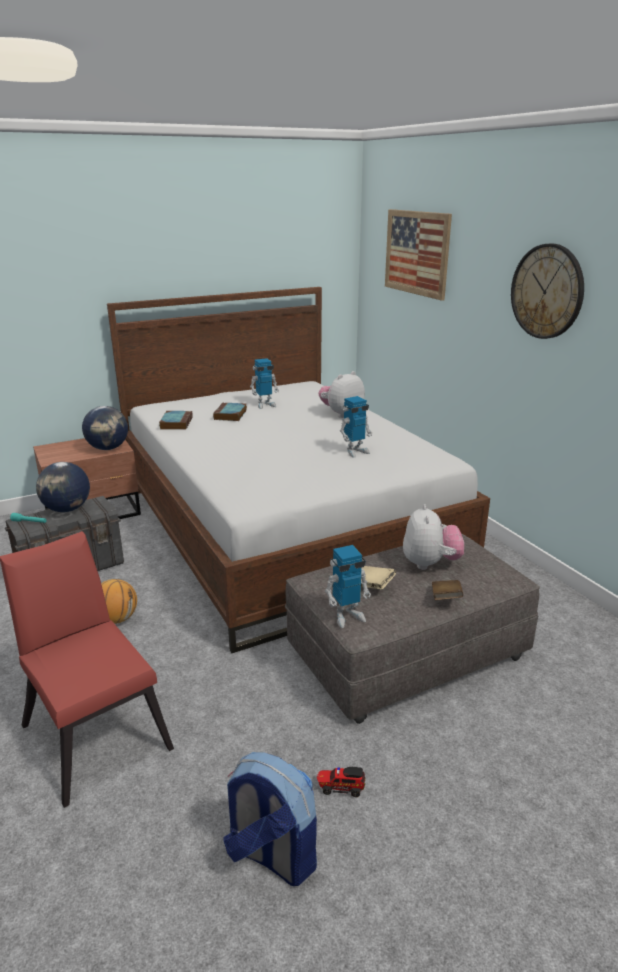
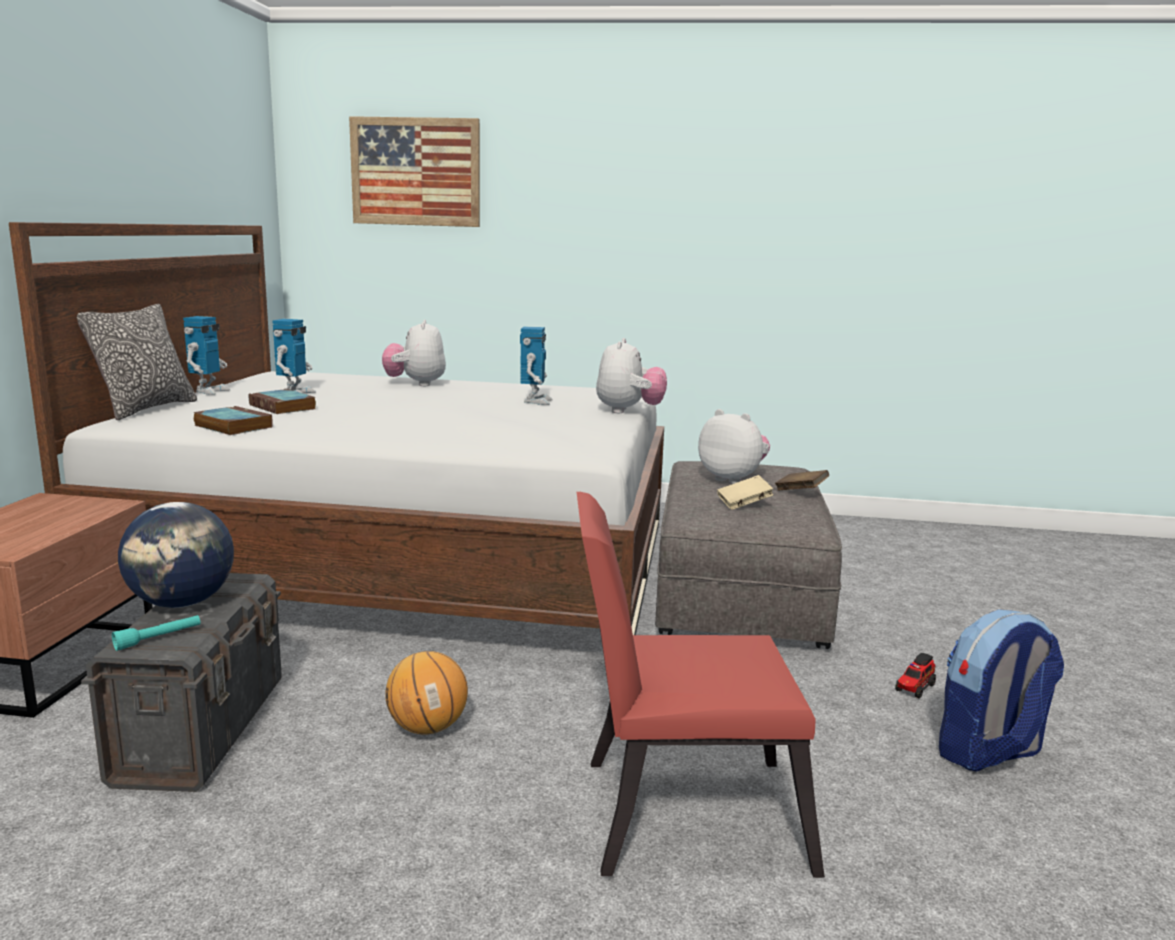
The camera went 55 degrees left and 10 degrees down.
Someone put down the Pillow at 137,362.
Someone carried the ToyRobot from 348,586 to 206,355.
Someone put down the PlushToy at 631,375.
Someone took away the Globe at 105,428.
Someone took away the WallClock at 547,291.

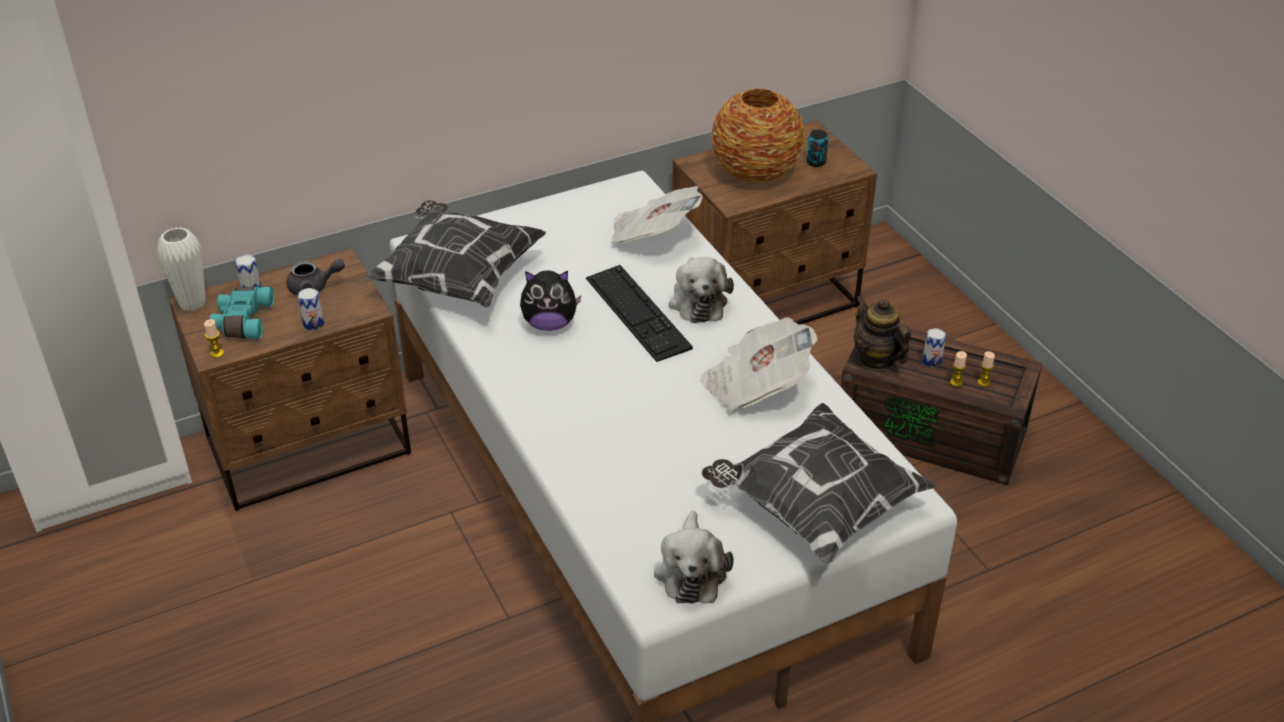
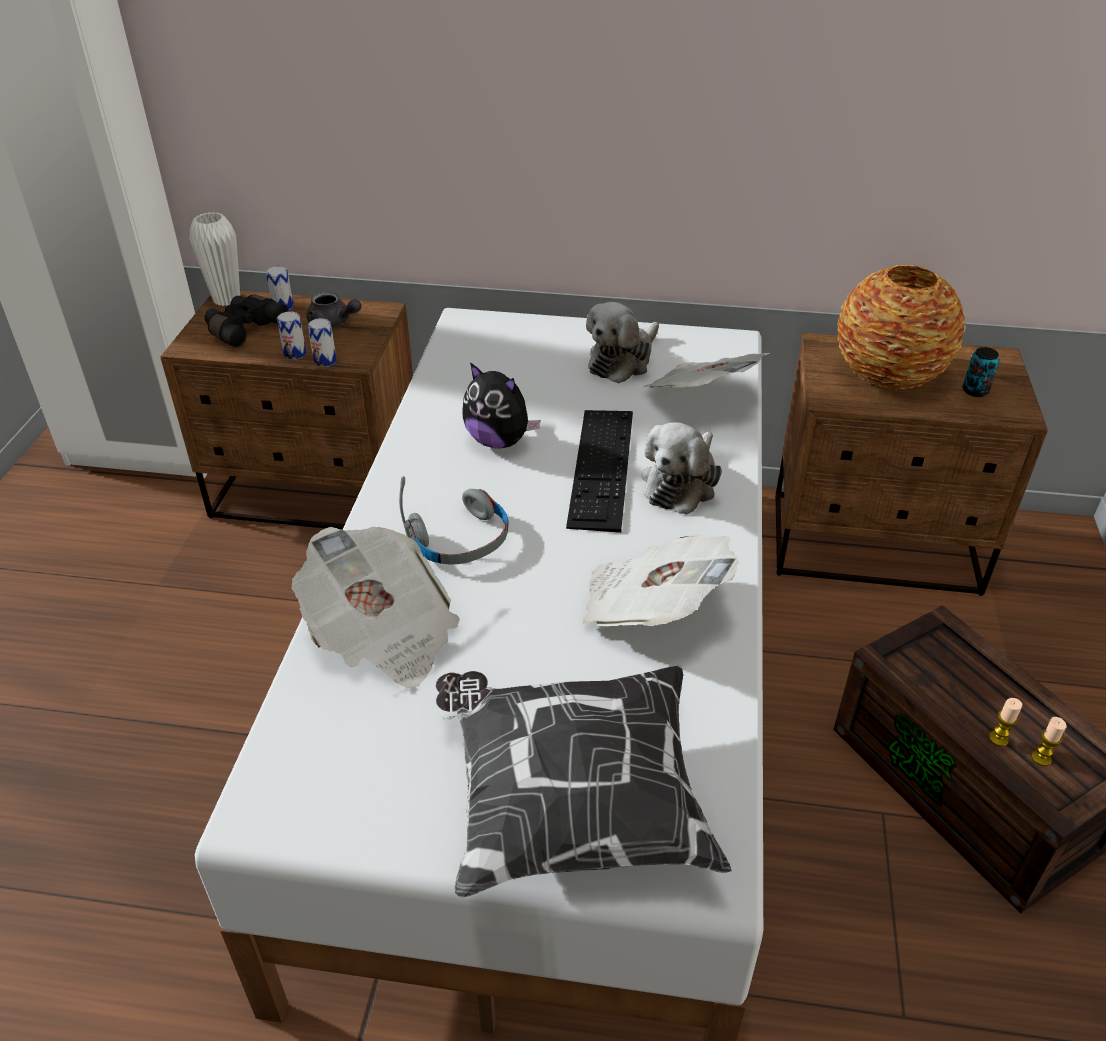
The camera went 35 degrees right and 0 degrees up.
Someone repainted the TurquoiseBinoculars at 242,312, which became the BlackBinoculars at 246,321.
Someone put down the Newspaper at 376,607.
Someone carried the Can from 934,348 to 322,342.
Someone put down the GreyHeadphones at 454,520.
Someone carried the PlushToy from 694,557 to 622,343.
Someone took away the Candle at 214,338.
Someone took away the Pillow at 456,254.
Someone took away the Teapot at 882,332.

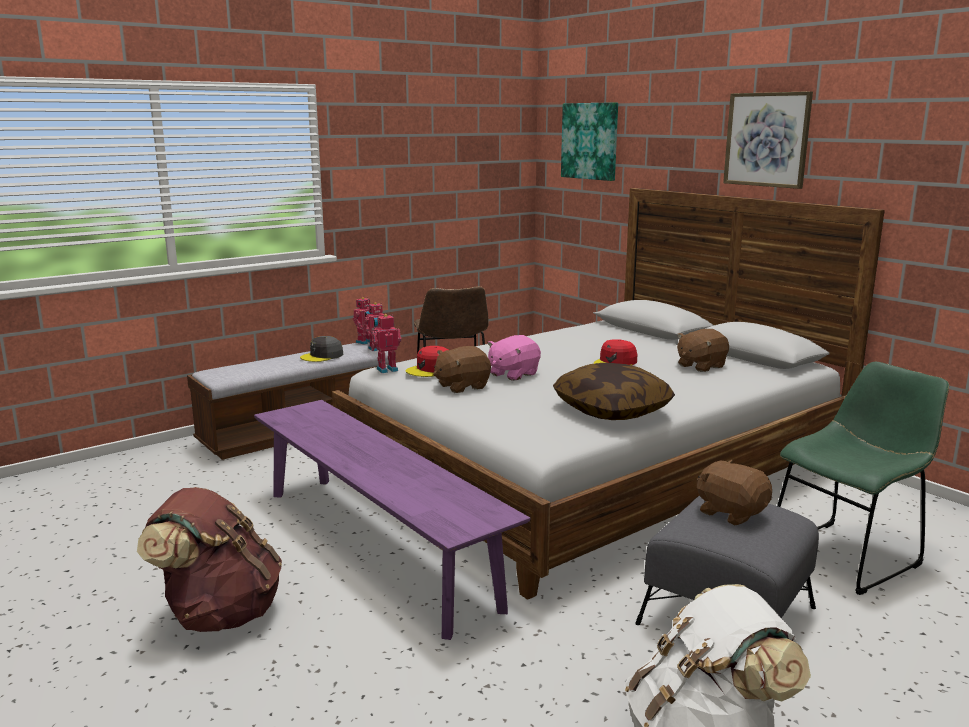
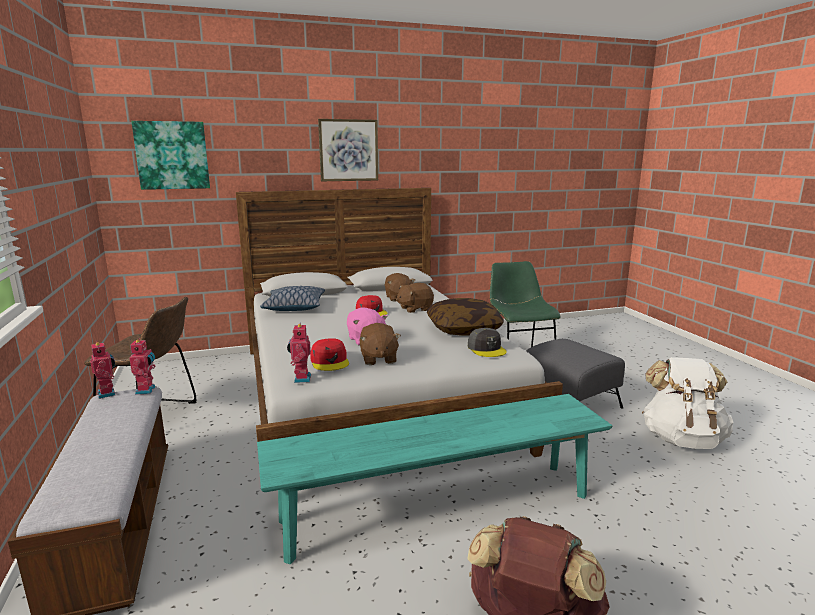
The camera went 70 degrees left and 0 degrees up.
Someone repainted the PurpleBench at 392,520, which became the TurquoiseBench at 434,479.
Someone put down the Pillow at 292,298.
Someone carried the BrownPlushToy from 734,492 to 415,298.
Someone carried the GreyCap from 321,349 to 487,342.

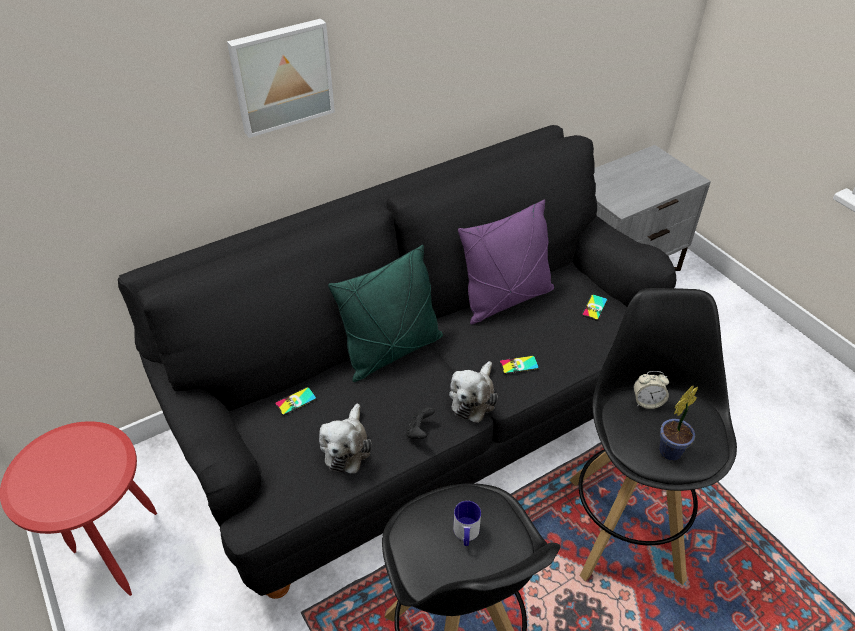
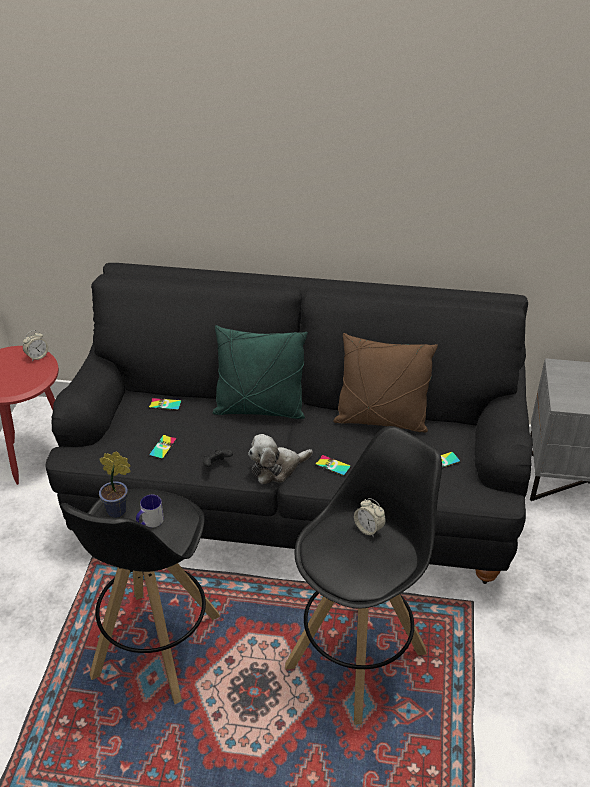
The camera went 40 degrees right and 5 degrees down.
Someone put down the AlarmClock at 35,346.
Someone carried the PottedPlant from 678,423 to 115,485.
Someone swapped the PlushToy at 345,438 for the Phone at 163,447.
Someone repainted the PurplePillow at 506,262, which became the BrownPillow at 385,382.
Someone took away the Picture at 281,78.

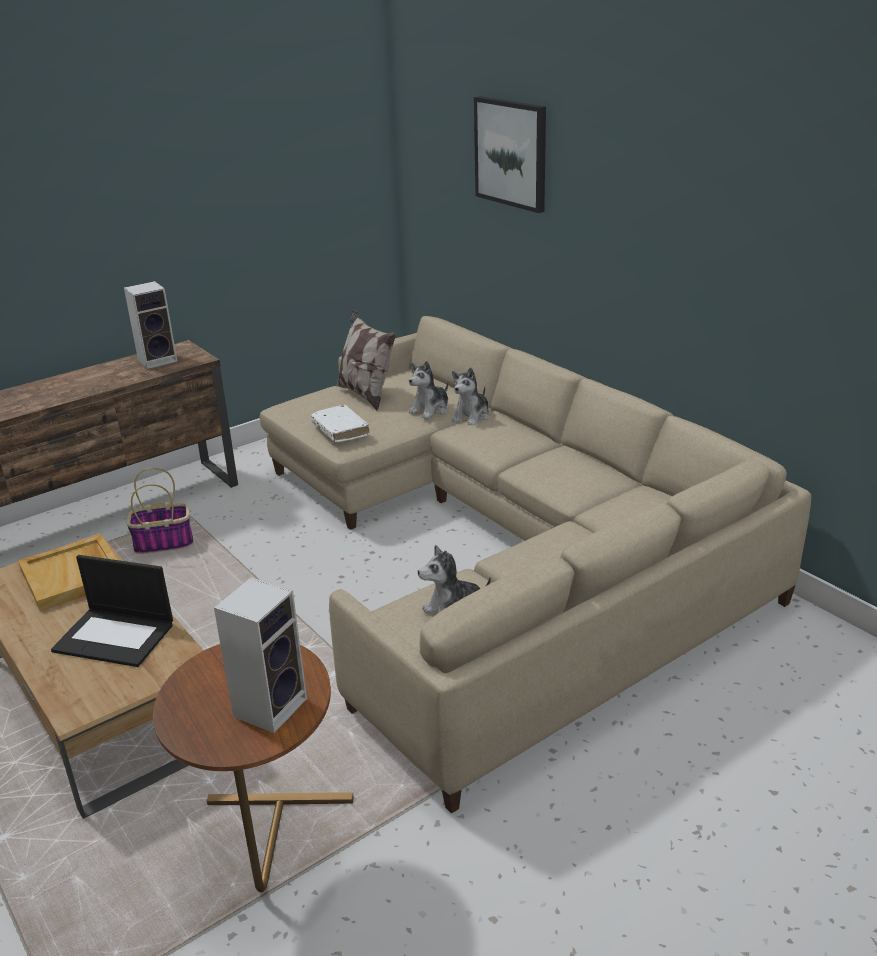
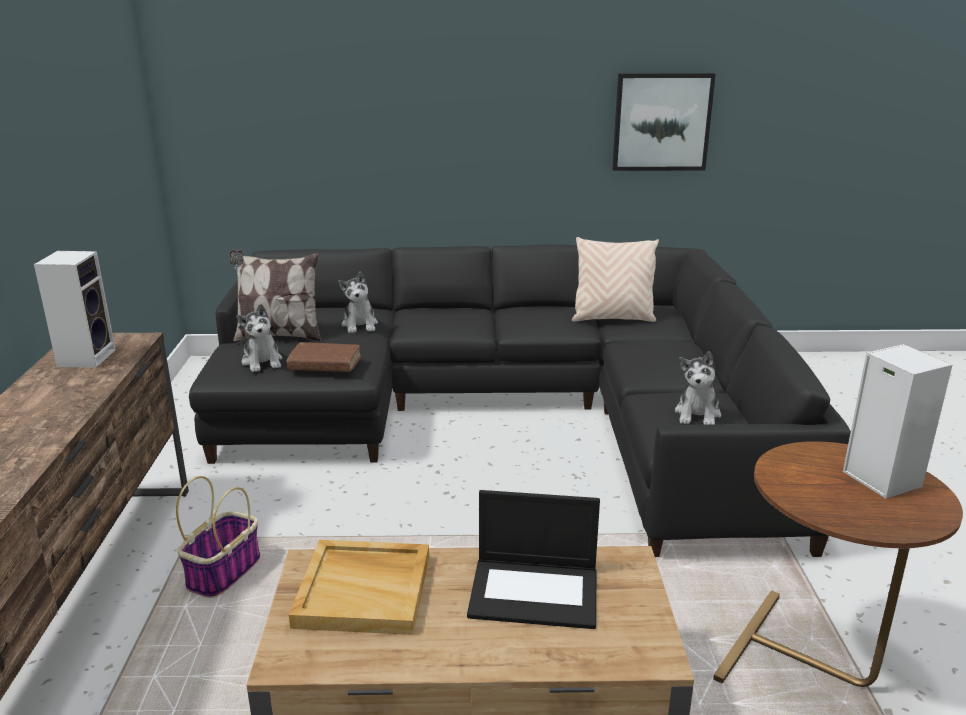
The camera went 55 degrees left and 5 degrees down.
Someone repainted the BeigeSofa at 535,565, which became the BlackSofa at 520,401.
Someone carried the PlushToy from 471,396 to 259,338.
Someone repainted the WhiteBook at 340,423, which became the BrownBook at 324,357.
Someone rotated the Laptop at 112,611 by 45 degrees clockwise.
Someone put down the BeigePillow at 615,279.
Someone carried the Picture from 510,154 to 664,122.

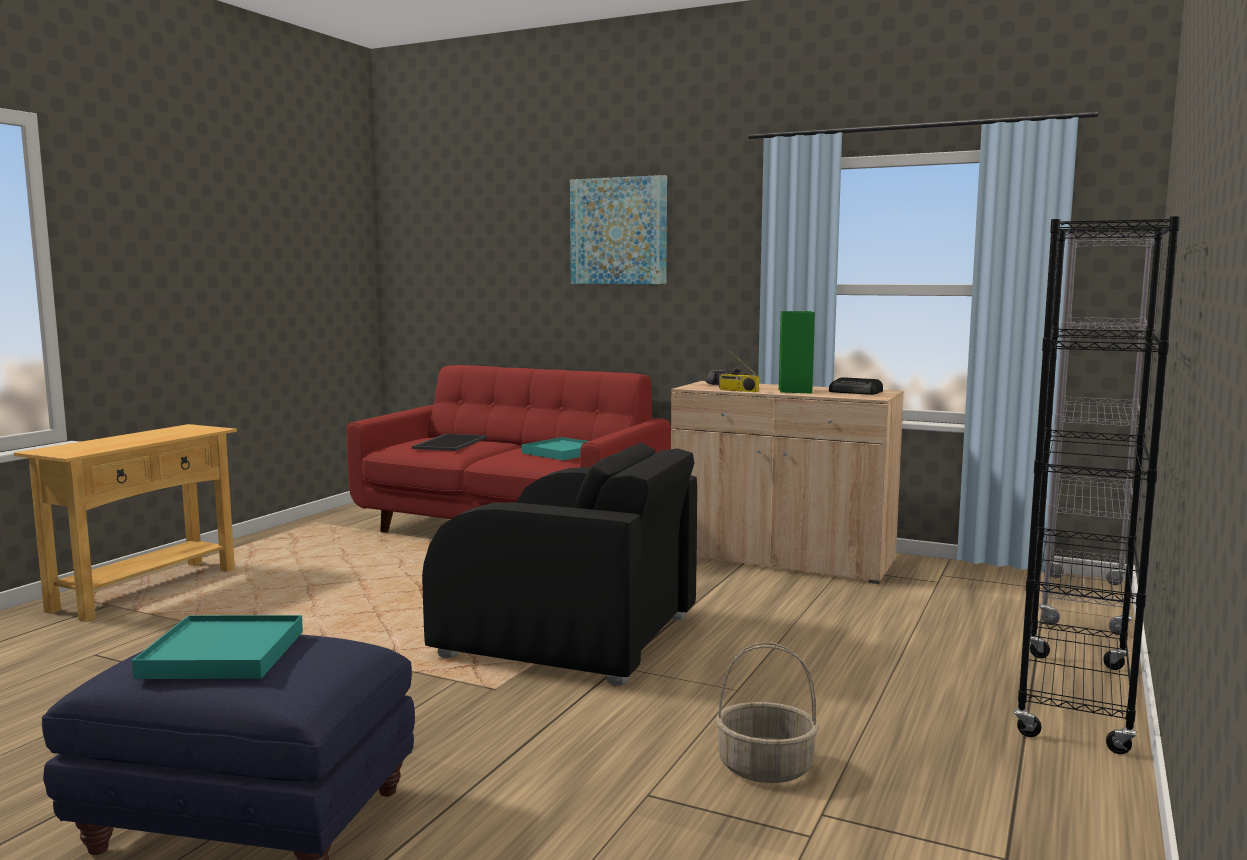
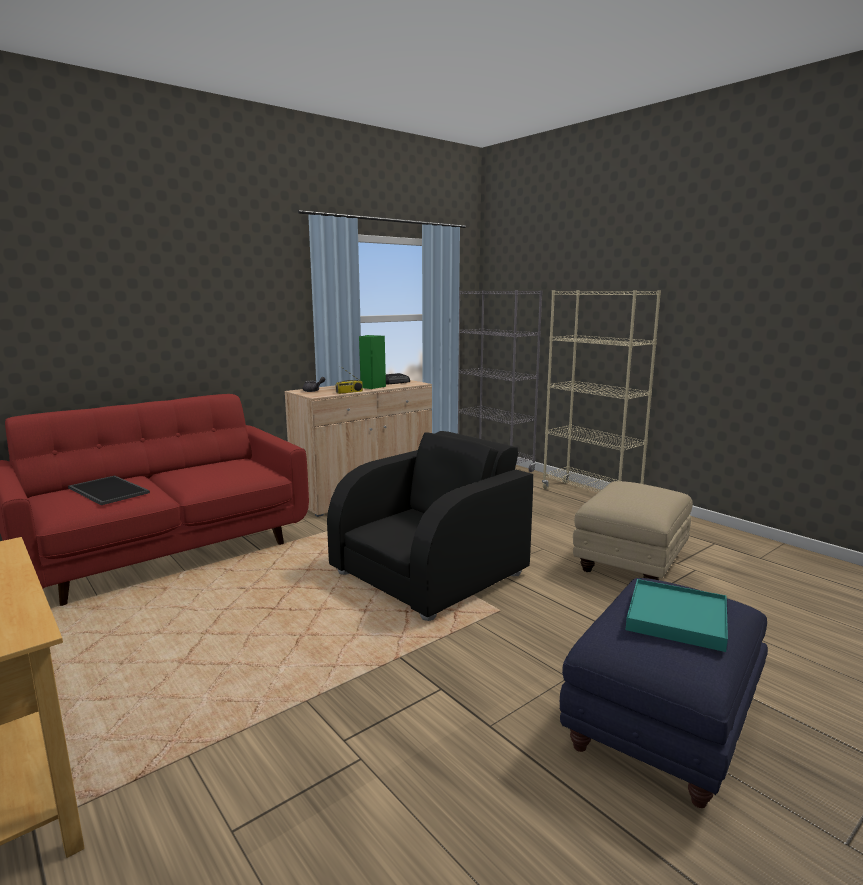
The camera went 65 degrees left and 5 degrees up.
Someone repainted the BlackBookcase at 1097,485, which became the BeigeBookcase at 601,391.
Someone swapped the Basket at 767,712 for the BeigeOttoman at 633,530.
Someone took away the TurquoiseTray at 555,448.
Someone took away the Picture at 618,229.

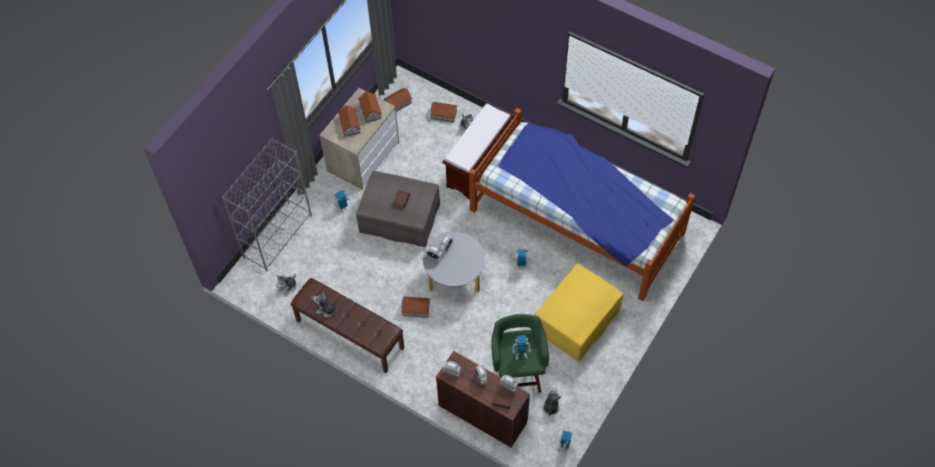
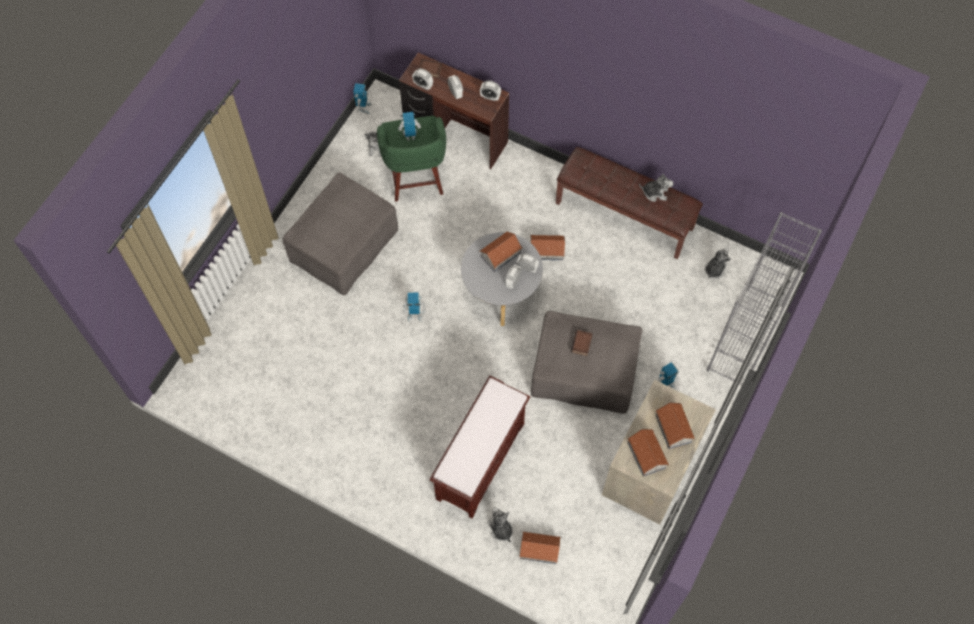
The camera went 175 degrees right and 5 degrees up.
Someone repainted the YellowOttoman at 578,312, which became the GreyOttoman at 340,233.
Someone carried the ToyHouse from 397,100 to 501,251.
Someone took away the Bed at 582,204.

